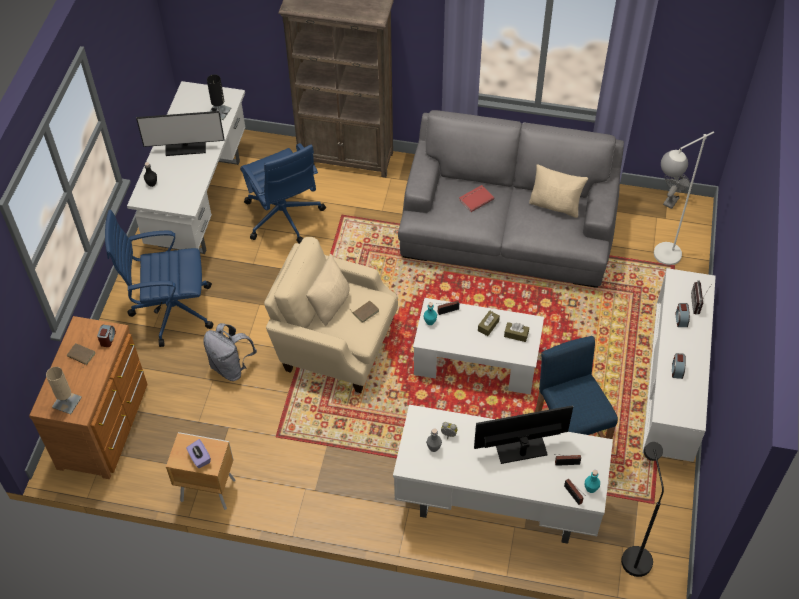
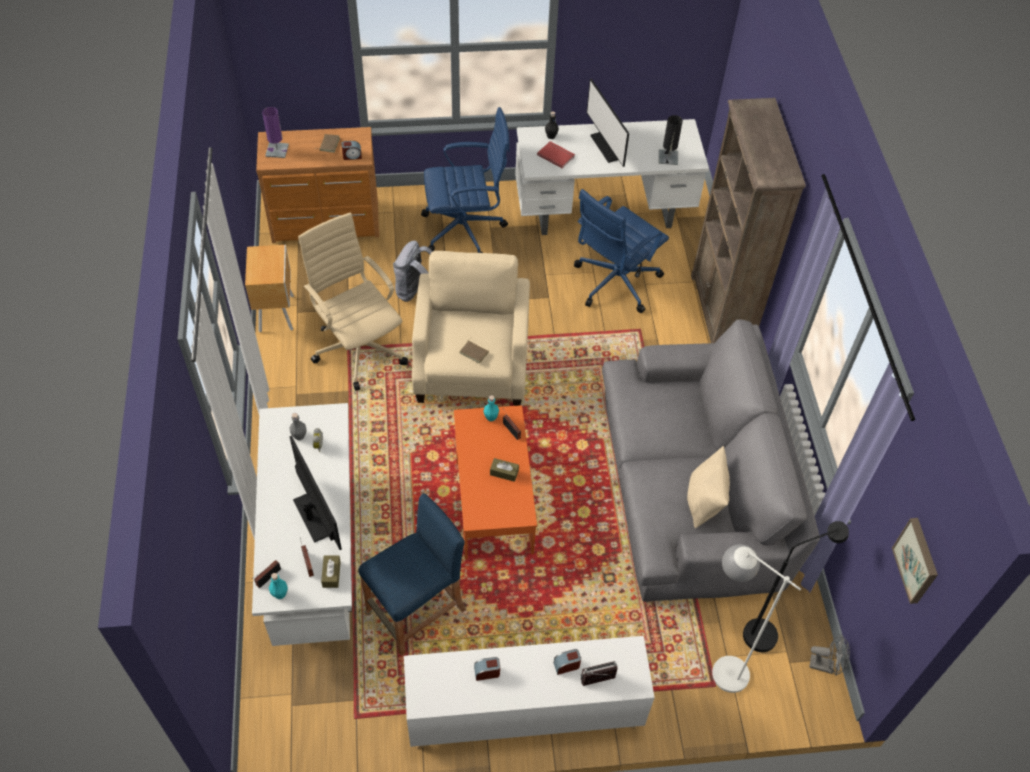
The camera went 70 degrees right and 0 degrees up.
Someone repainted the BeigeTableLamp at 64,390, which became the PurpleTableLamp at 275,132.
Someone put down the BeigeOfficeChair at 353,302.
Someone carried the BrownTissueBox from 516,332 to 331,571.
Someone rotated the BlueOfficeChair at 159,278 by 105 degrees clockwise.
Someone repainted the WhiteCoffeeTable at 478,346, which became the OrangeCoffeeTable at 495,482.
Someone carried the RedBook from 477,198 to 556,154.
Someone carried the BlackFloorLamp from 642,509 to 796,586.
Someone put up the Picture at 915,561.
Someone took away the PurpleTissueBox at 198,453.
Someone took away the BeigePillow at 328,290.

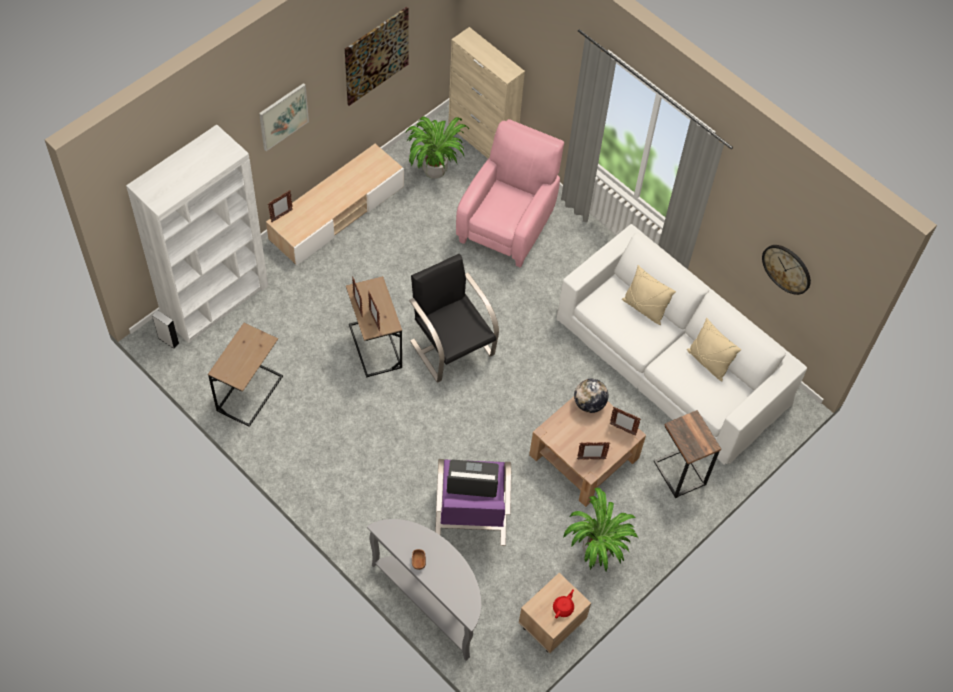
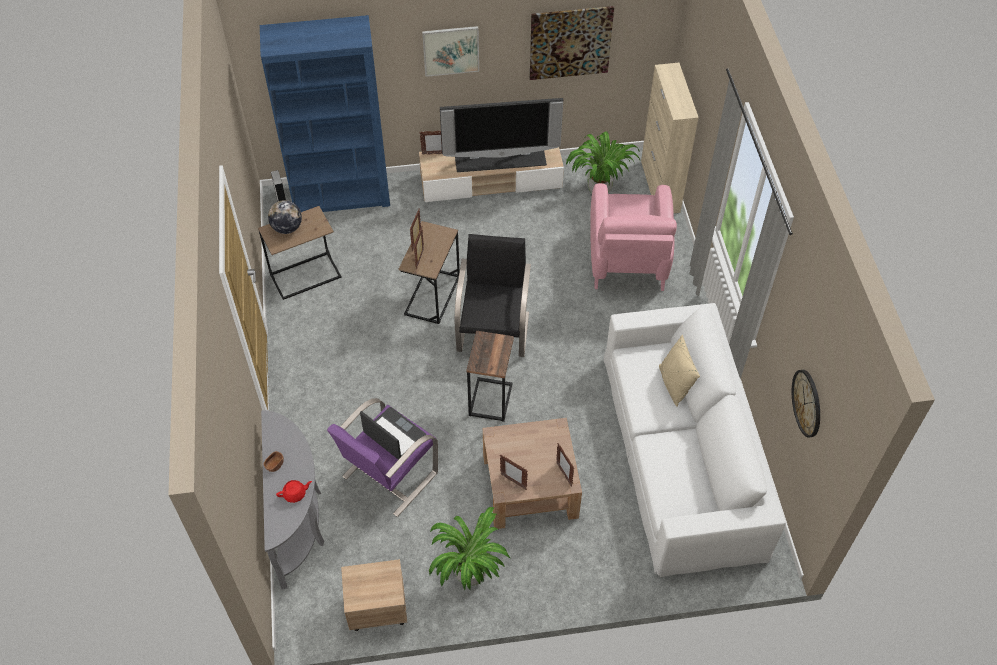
The camera went 40 degrees right and 5 degrees down.
Someone repainted the WhiteBookcase at 197,234, which became the BlueBookcase at 325,113.
Someone carried the Globe from 591,396 to 285,217.
Someone carried the RedTeapot from 563,603 to 294,491.
Someone put down the Television at 501,135.
Someone carried the SideTable from 687,454 to 490,376.
Someone rotated the PinkArmchair at 510,193 by 120 degrees clockwise.
Someone took away the BeigePillow at 714,349.

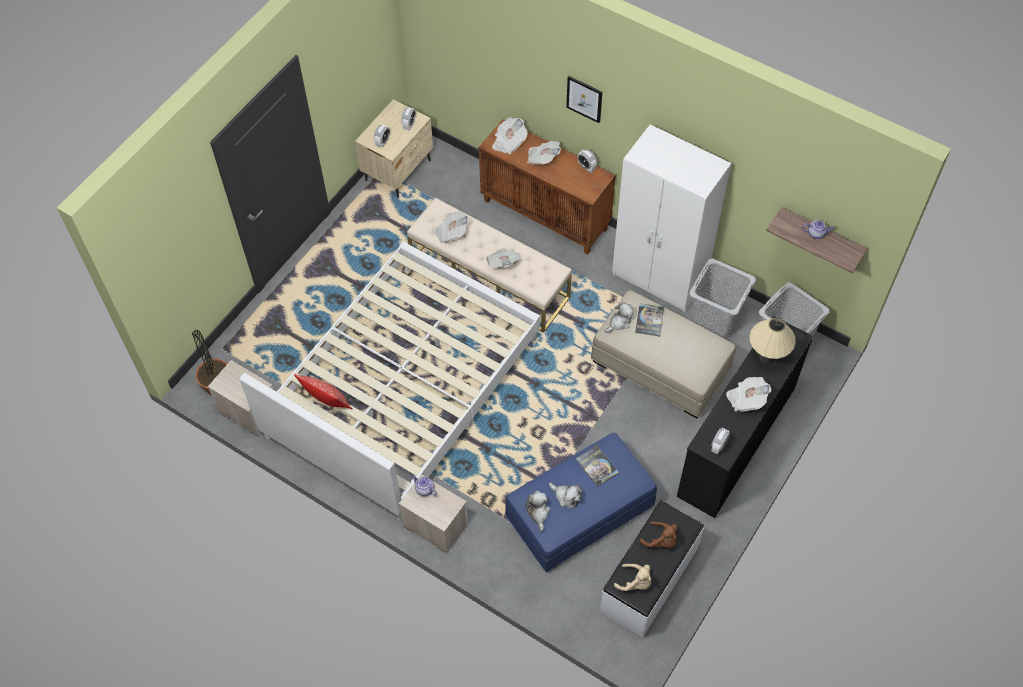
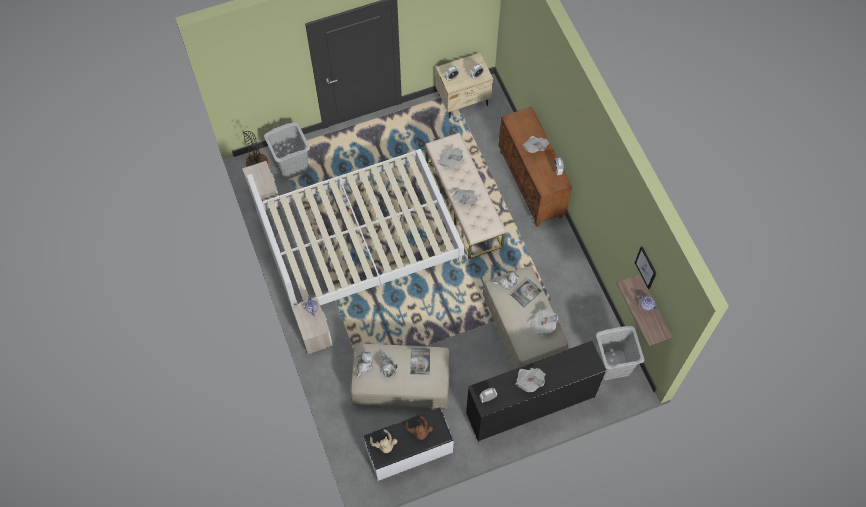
The camera went 35 degrees right and 5 degrees up.
Someone carried the GreyLaundryBasket from 723,299 to 287,150.
Someone repainted the BlueOttoman at 581,502, which became the BeigeOttoman at 400,376.
Someone carried the Newspaper from 510,136 to 543,322.
Someone carried the Picture from 584,99 to 646,267.
Someone took away the Pillow at 323,391.
Someone took away the WhiteWardrobe at 671,218.
Someone took away the BeigeTableLamp at 773,341.

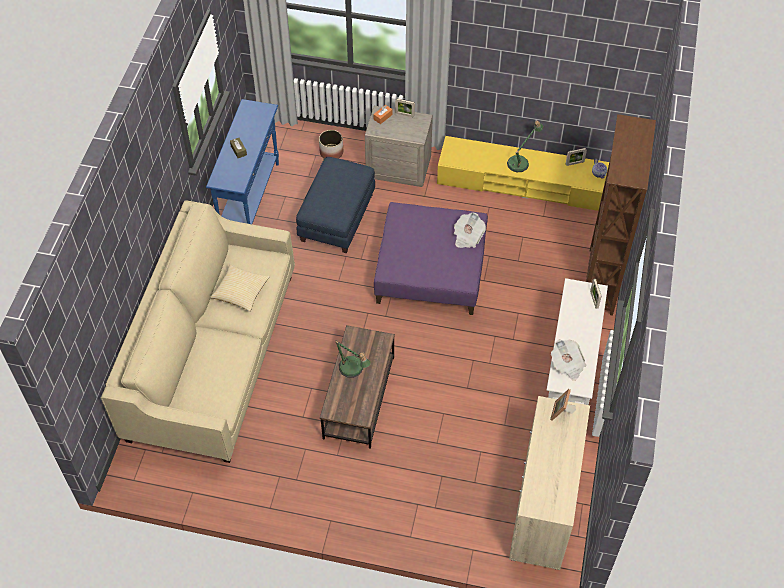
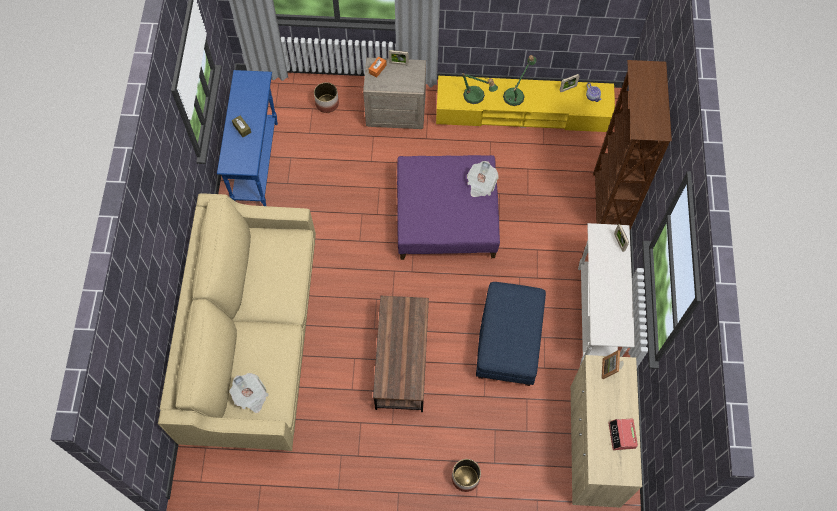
The camera went 10 degrees left and 10 degrees up.
Someone carried the Newspaper from 568,360 to 249,393.
Someone put down the Planter at 466,475.
Someone carried the TableLamp from 353,358 to 479,88.
Someone carried the BlueOttoman from 335,205 to 511,334.
Someone put down the AlarmClock at 623,434.
Someone took away the Pillow at 240,288.

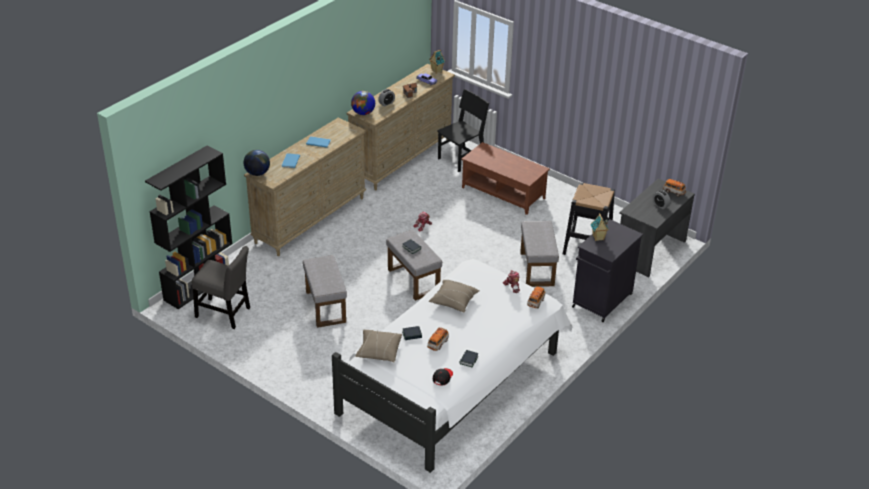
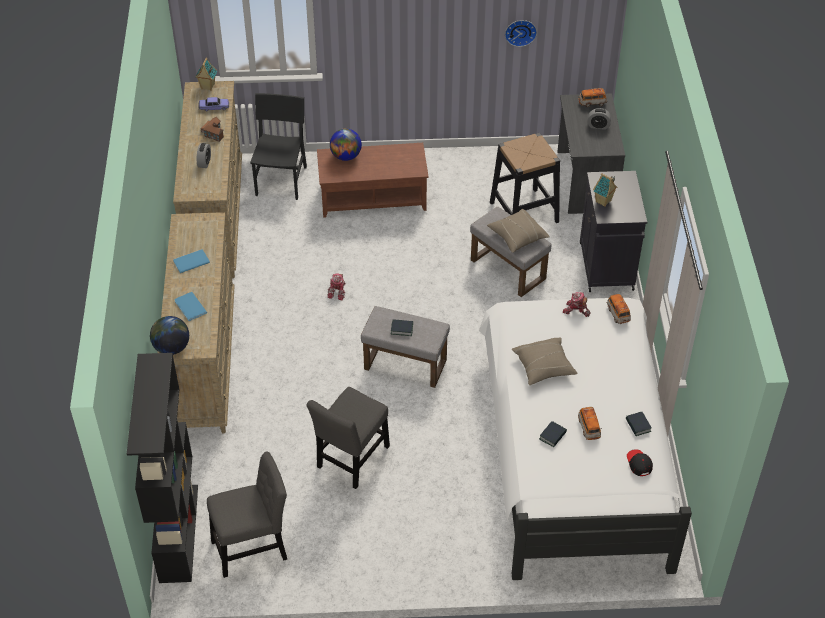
The camera went 40 degrees left and 10 degrees up.
Someone swapped the GreyOttoman at 325,291 for the GreyChair at 348,438.
Someone carried the Globe from 363,103 to 346,144.
Someone carried the BeigePillow from 378,346 to 518,231.
Someone put up the WallClock at 521,33.

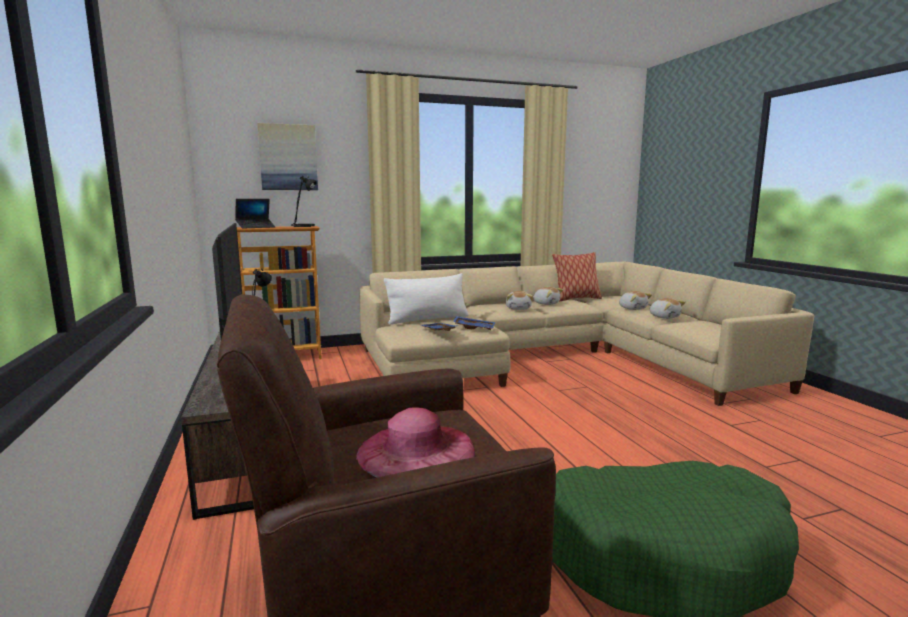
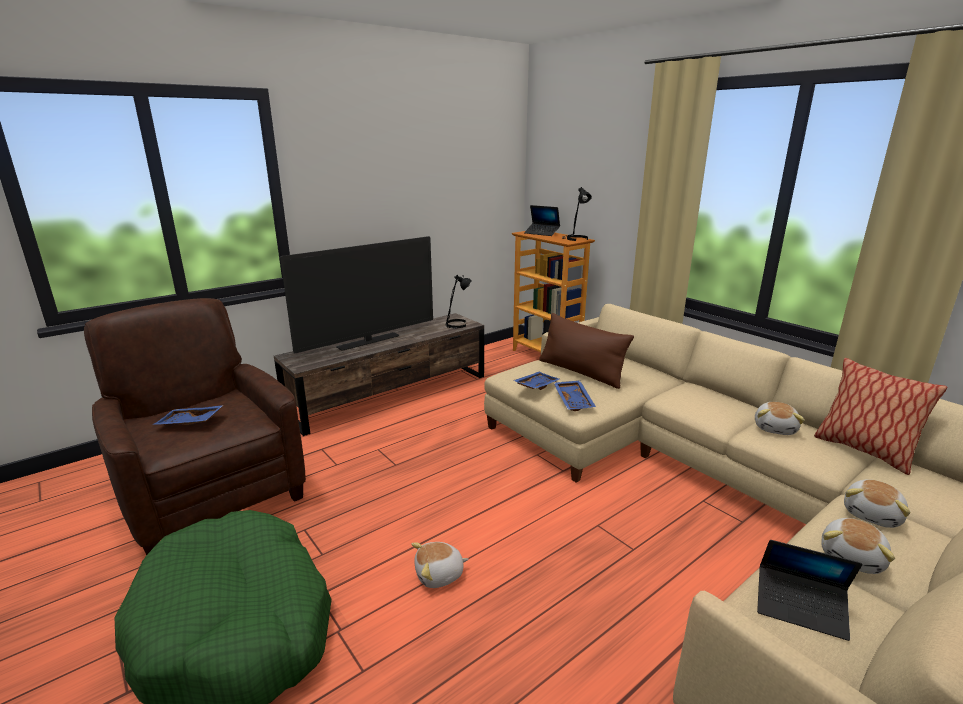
The camera went 70 degrees right and 10 degrees up.
Someone swapped the PinkHat at 415,442 for the BlueTray at 188,415.
Someone carried the PlushToy from 519,300 to 440,565.
Someone repainted the WhitePillow at 426,299, which became the BrownPillow at 586,351.
Someone put down the Laptop at 809,590.
Someone took away the Picture at 287,156.

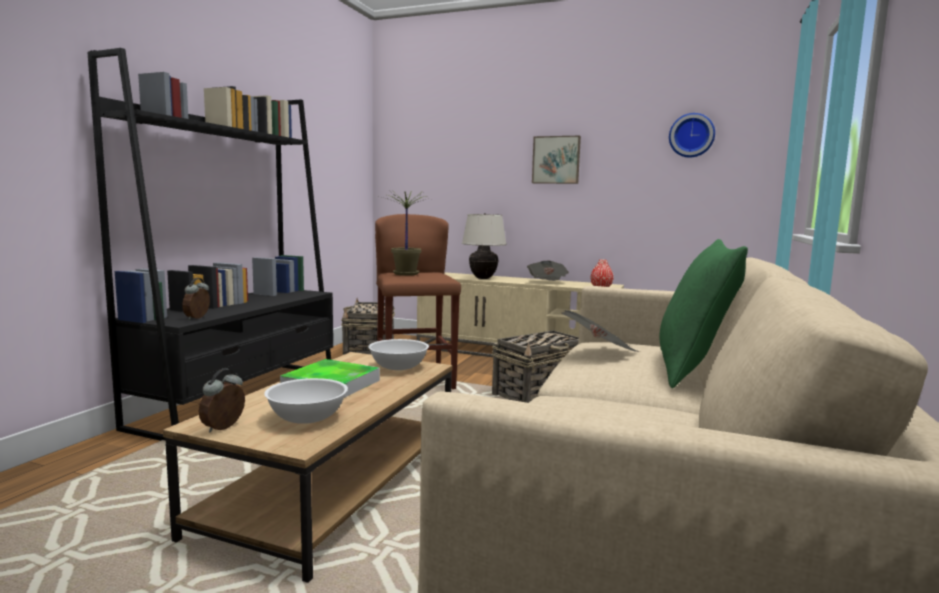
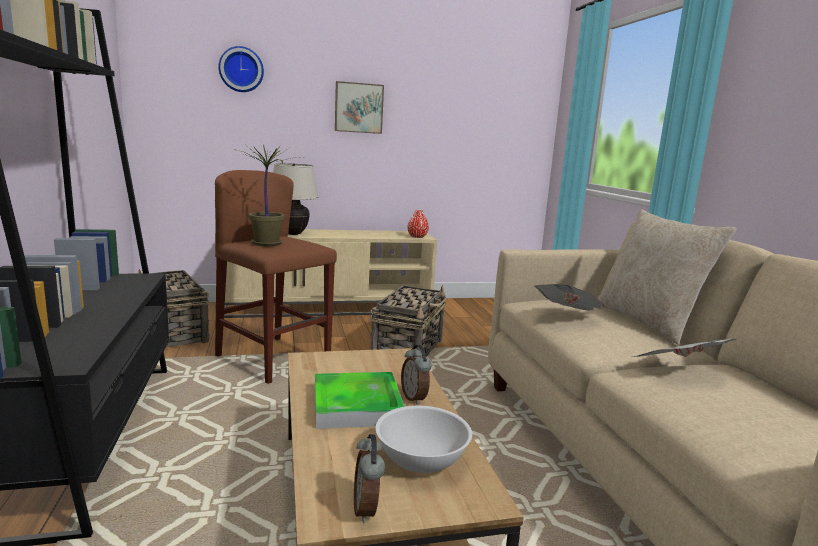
The camera went 35 degrees left and 5 degrees up.
Someone carried the WallClock from 692,135 to 241,69.
Someone carried the AlarmClock from 196,299 to 416,375.
Someone repainted the GreenPillow at 703,313, which became the BeigePillow at 667,277.
Someone carried the Newspaper from 548,271 to 685,347.
Someone took away the WhiteBowl at 398,354.

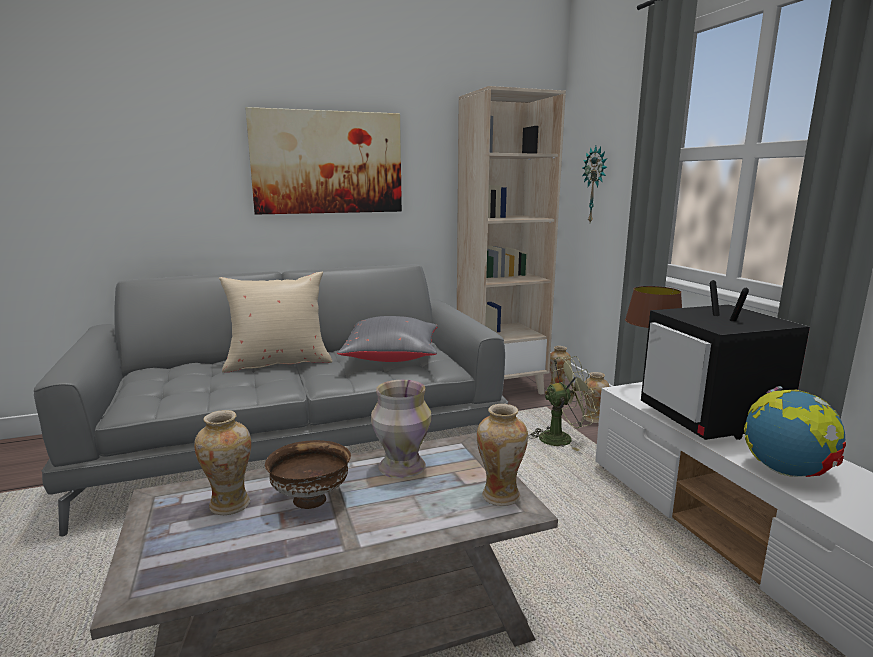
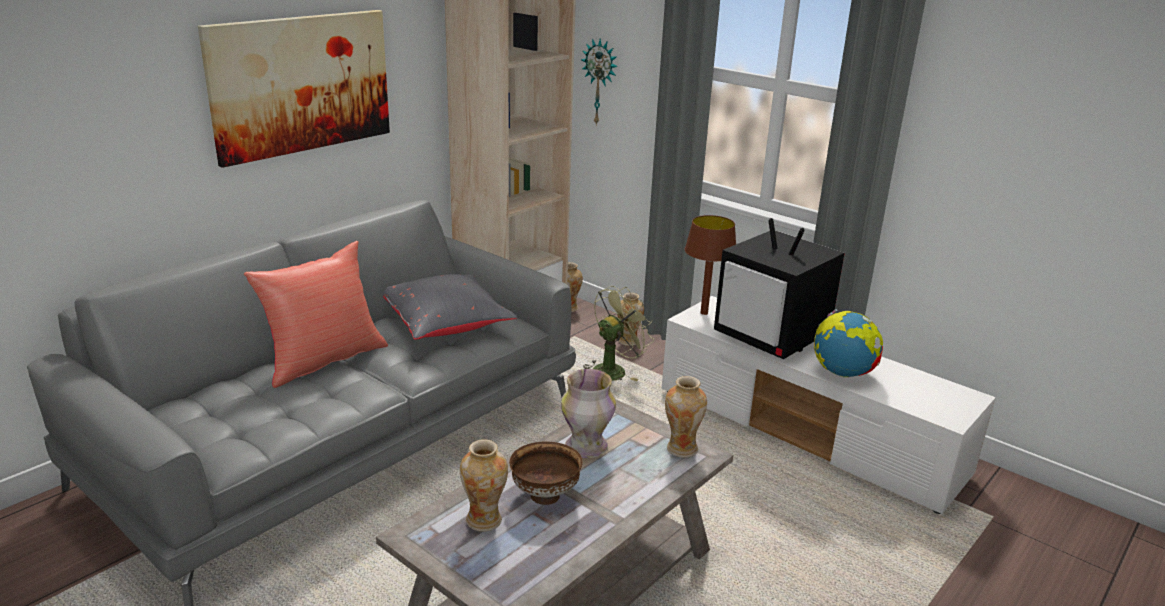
The camera went 30 degrees left and 10 degrees up.
Someone repainted the BeigePillow at 275,322, which became the RedPillow at 316,314.

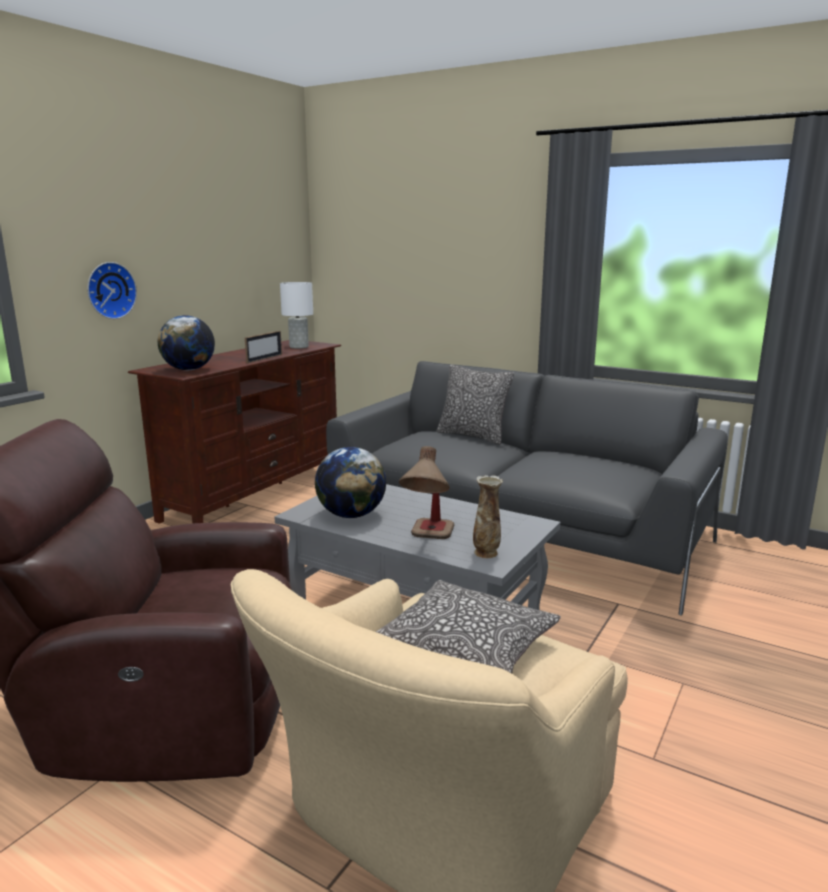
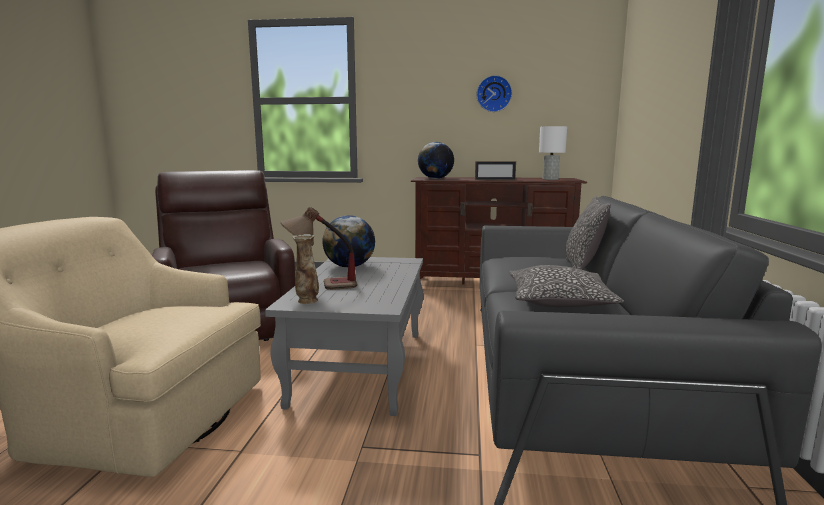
The camera went 65 degrees right and 5 degrees down.
Someone carried the WallClock from 112,290 to 494,93.
Someone carried the Pillow from 468,626 to 566,286.

